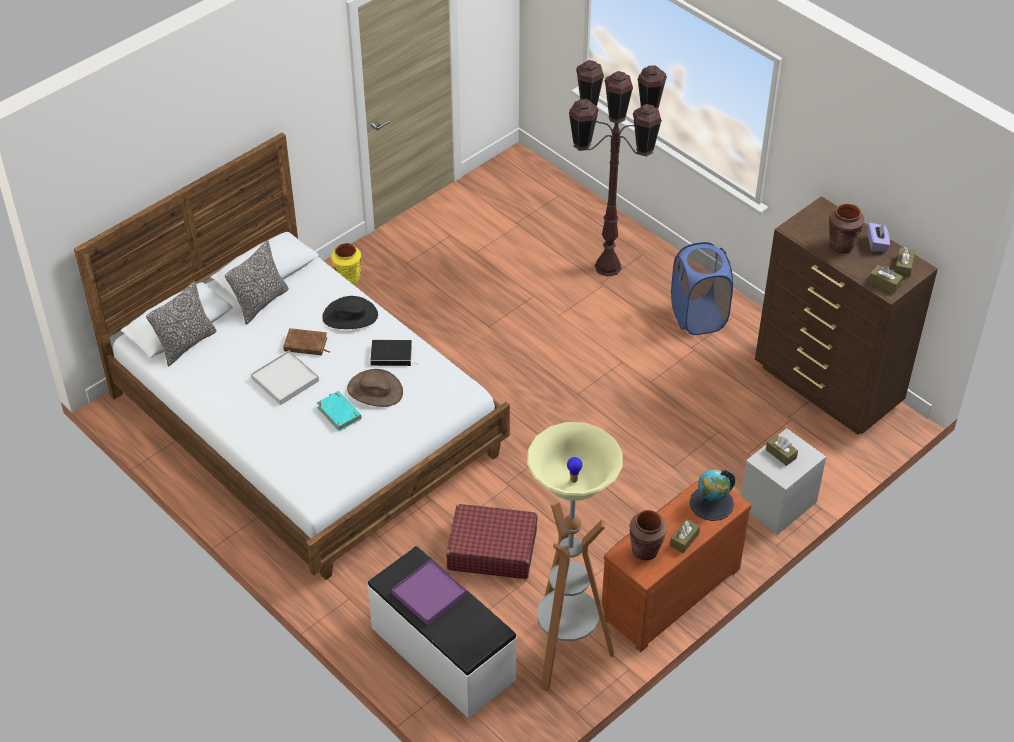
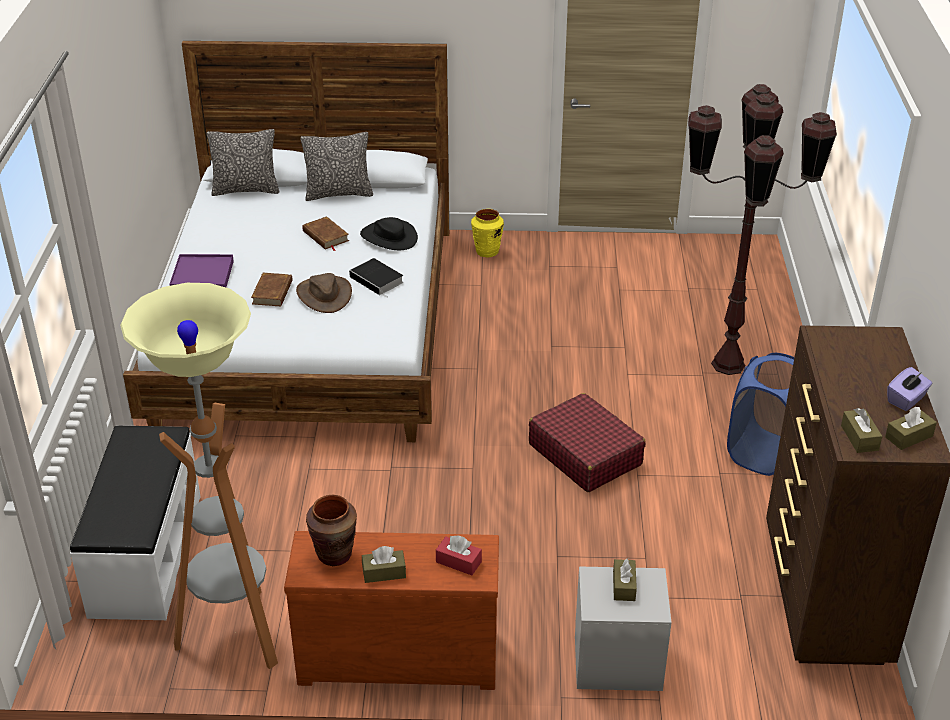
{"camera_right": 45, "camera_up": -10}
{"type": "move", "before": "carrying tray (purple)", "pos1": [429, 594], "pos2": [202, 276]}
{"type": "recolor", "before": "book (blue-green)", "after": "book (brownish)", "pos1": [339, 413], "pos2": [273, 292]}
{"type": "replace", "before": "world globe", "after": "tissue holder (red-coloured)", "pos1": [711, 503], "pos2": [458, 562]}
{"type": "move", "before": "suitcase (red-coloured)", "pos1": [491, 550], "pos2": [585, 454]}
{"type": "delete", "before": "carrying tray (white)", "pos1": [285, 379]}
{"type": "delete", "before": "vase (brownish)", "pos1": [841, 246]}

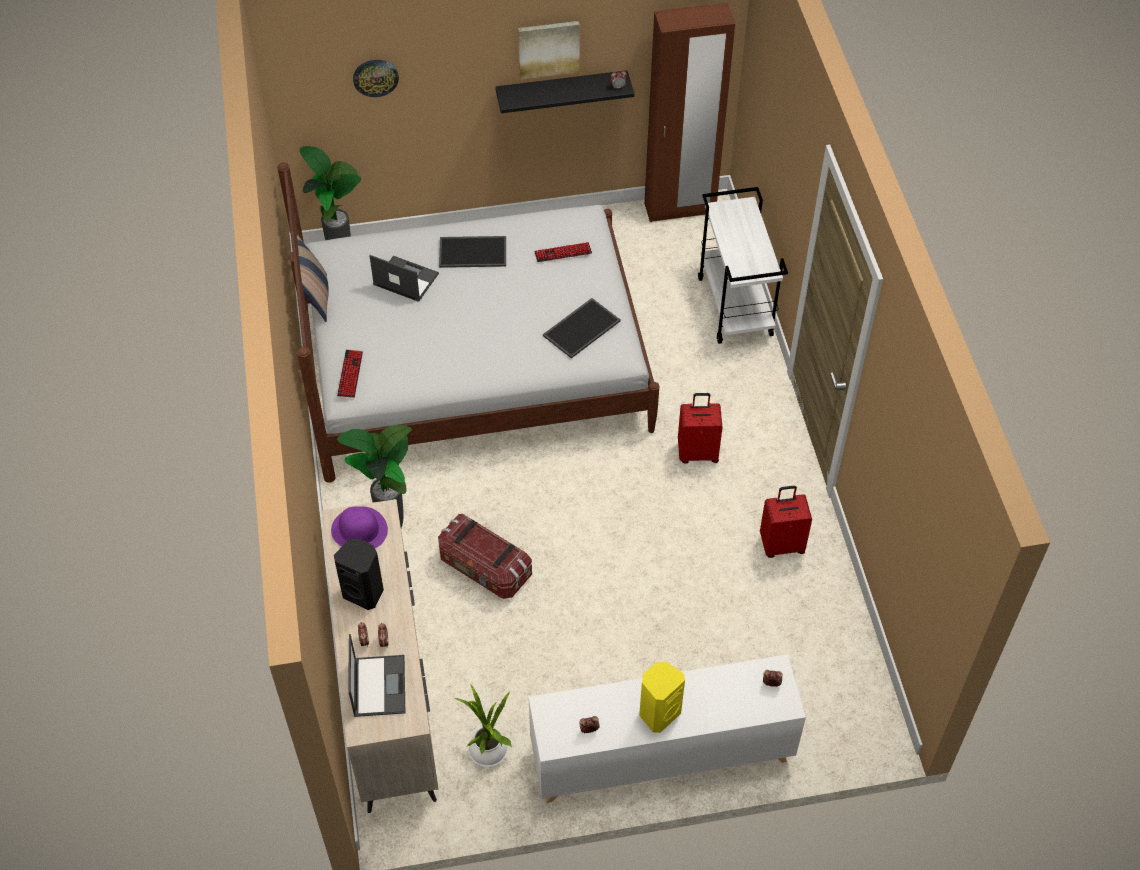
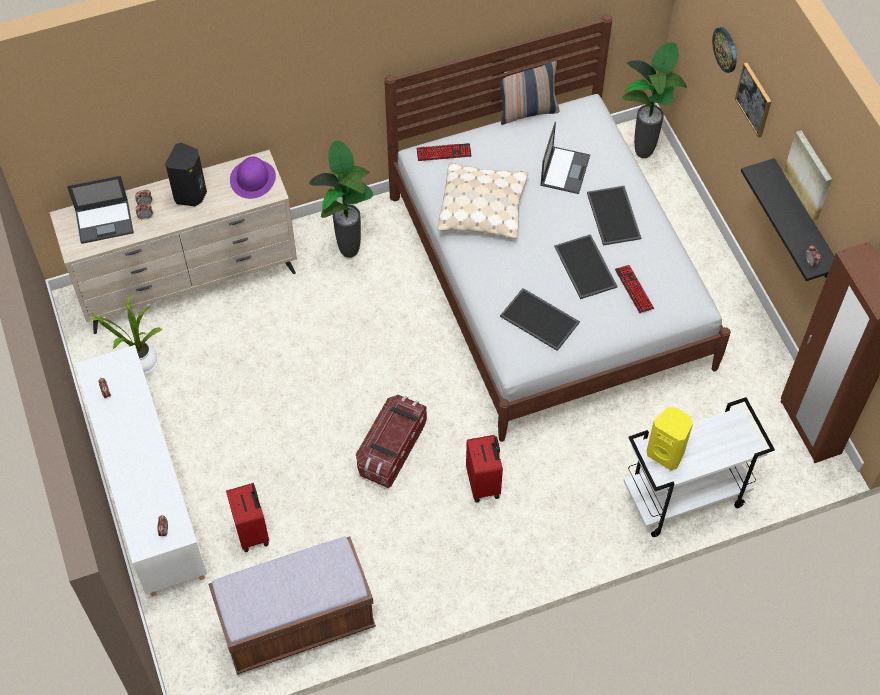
{"camera_right": 80, "camera_up": 5}
{"type": "insert", "after": "bench (brownish)", "pos2": [297, 623]}
{"type": "move", "before": "suitcase (red-coloured)", "pos1": [782, 544], "pos2": [253, 531]}
{"type": "move", "before": "storage container", "pos1": [484, 568], "pos2": [391, 449]}
{"type": "insert", "after": "throw pillow (beige-coloured)", "pos2": [483, 208]}
{"type": "insert", "after": "carrying tray", "pos2": [586, 267]}
{"type": "move", "before": "speaker (yellowish)", "pos1": [658, 713], "pos2": [666, 453]}
{"type": "insert", "after": "wall picture", "pos2": [754, 99]}

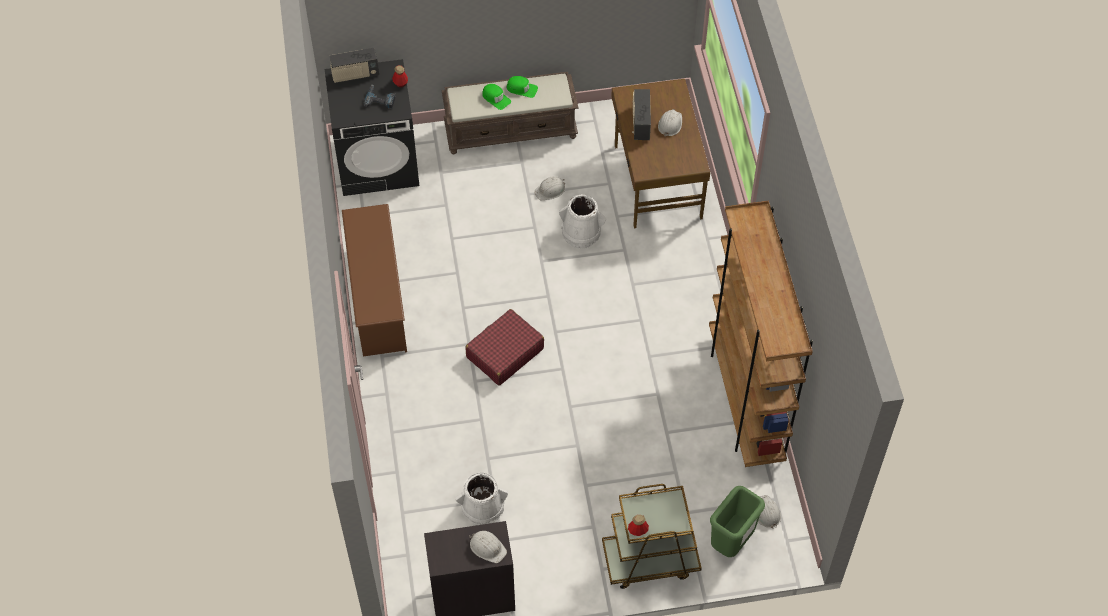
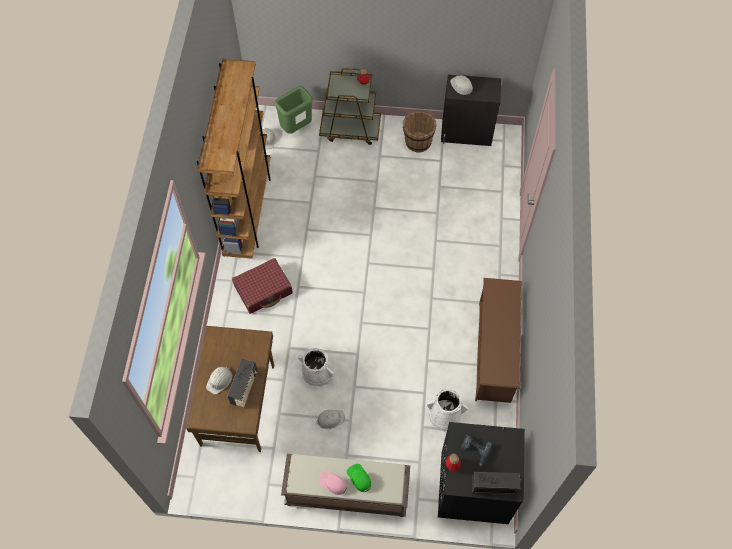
{"camera_right": -165, "camera_up": 5}
{"type": "move", "before": "suitcase (red-coloured)", "pos1": [504, 353], "pos2": [263, 290]}
{"type": "recolor", "before": "baseball cap (green)", "after": "baseball cap (pink-coloured)", "pos1": [522, 89], "pos2": [332, 483]}
{"type": "insert", "after": "bucket (brownish)", "pos2": [418, 142]}
{"type": "move", "before": "bucket (white)", "pos1": [482, 506], "pos2": [445, 415]}

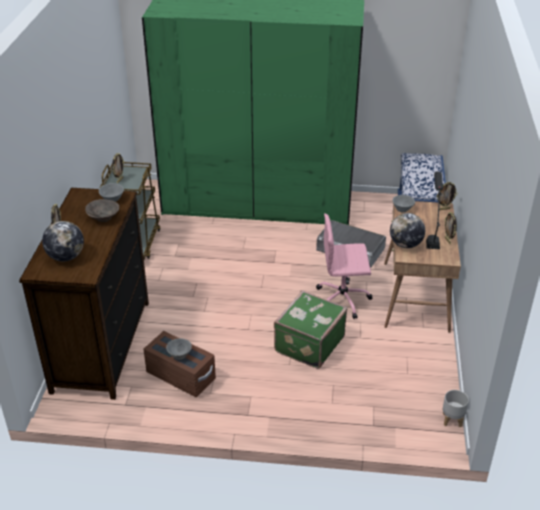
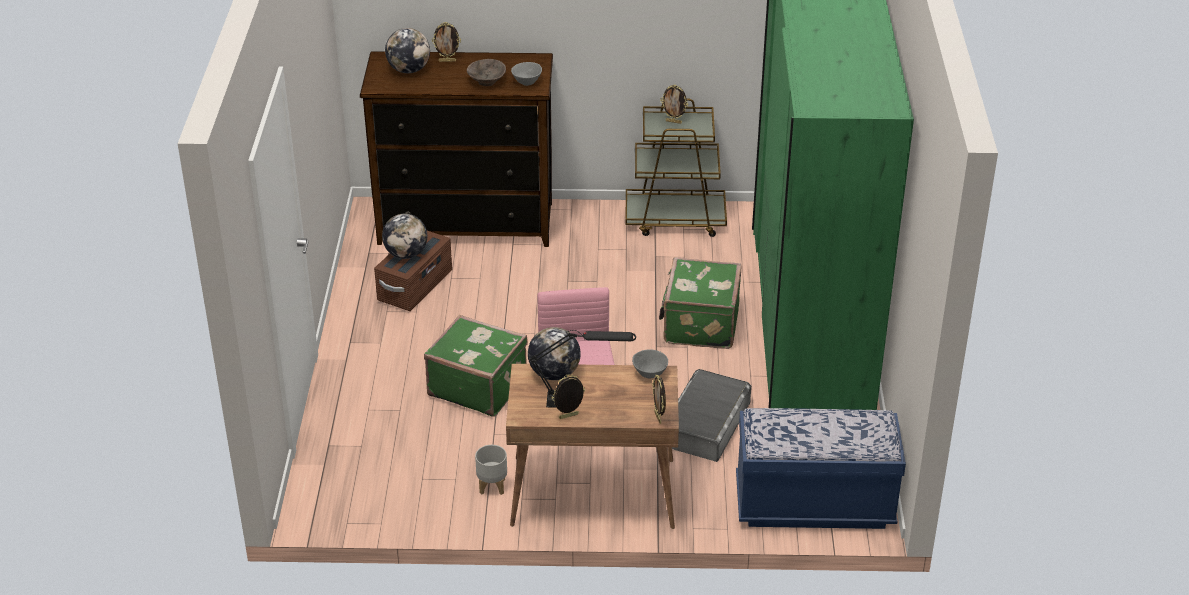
{"camera_right": 85, "camera_up": 0}
{"type": "replace", "before": "deep dish (gray)", "after": "world globe", "pos1": [180, 355], "pos2": [406, 254]}
{"type": "move", "before": "planter (gray)", "pos1": [452, 420], "pos2": [491, 486]}
{"type": "insert", "after": "suitcase (green)", "pos2": [699, 324]}

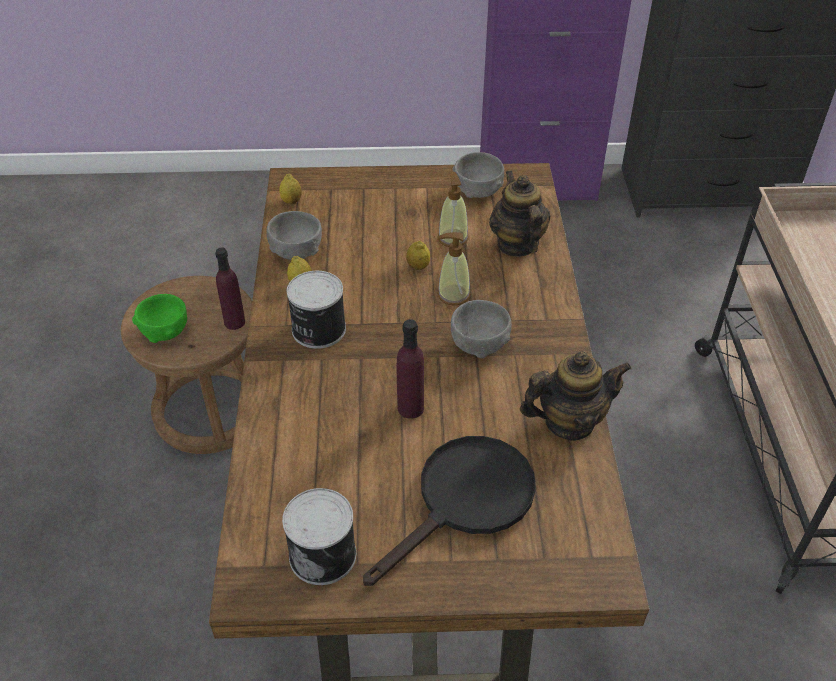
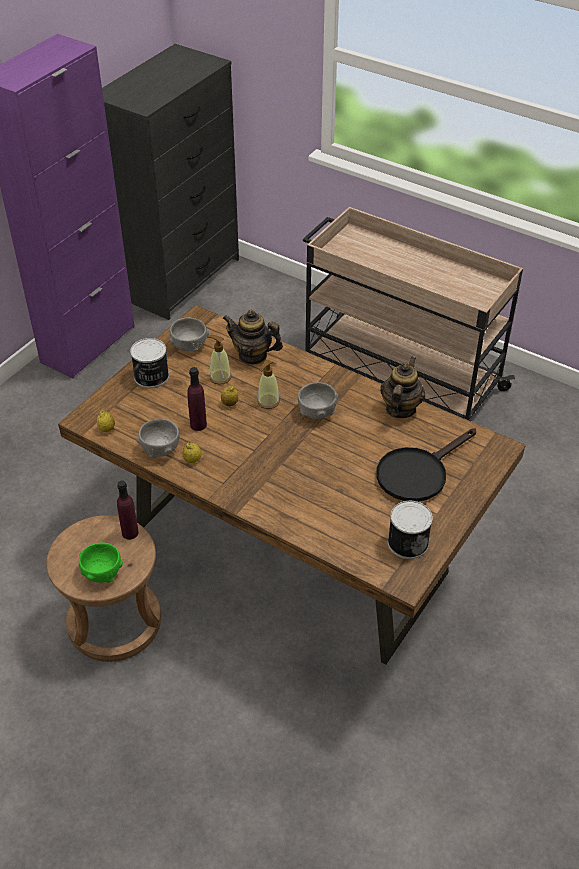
{"camera_right": -55, "camera_up": 0}
{"type": "move", "before": "sealed can", "pos1": [317, 330], "pos2": [151, 377]}
{"type": "move", "before": "drink bottle (purple)", "pos1": [410, 408], "pos2": [198, 425]}
{"type": "rotate", "before": "pan (black)", "pos1": [465, 501], "pos2": [418, 472], "turn": -120}

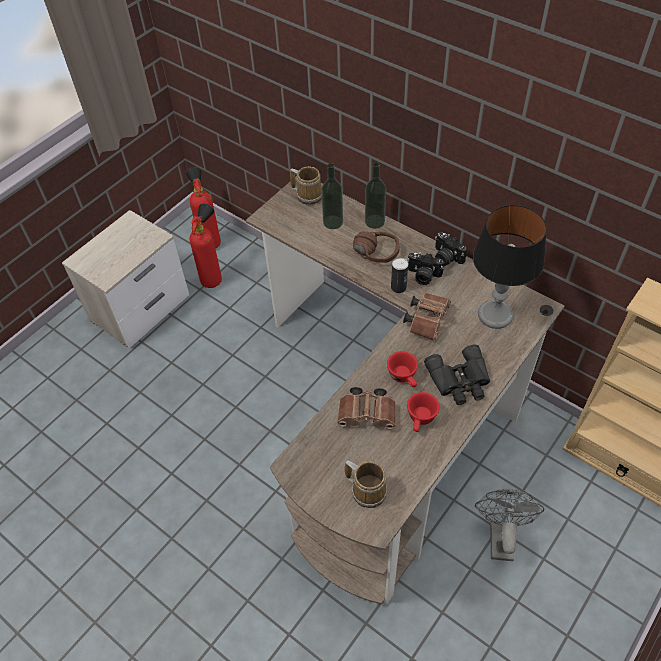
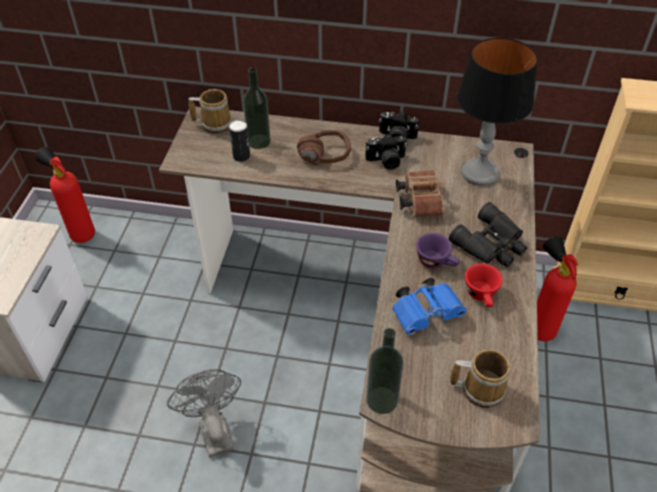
{"camera_right": -30, "camera_up": -5}
{"type": "move", "before": "fan (gray)", "pos1": [500, 535], "pos2": [213, 430]}
{"type": "move", "before": "sealed can", "pos1": [398, 287], "pos2": [241, 156]}
{"type": "move", "before": "drink bottle", "pos1": [374, 221], "pos2": [382, 400]}
{"type": "recolor", "before": "pair of binoculars (brownish)", "after": "pair of binoculars (blue-coloured)", "pos1": [368, 415], "pos2": [427, 313]}
{"type": "recolor", "before": "small cup (red-coloured)", "after": "small cup (purple)", "pos1": [404, 377], "pos2": [436, 262]}
{"type": "move", "before": "fire extinguisher", "pos1": [213, 278], "pos2": [538, 327]}

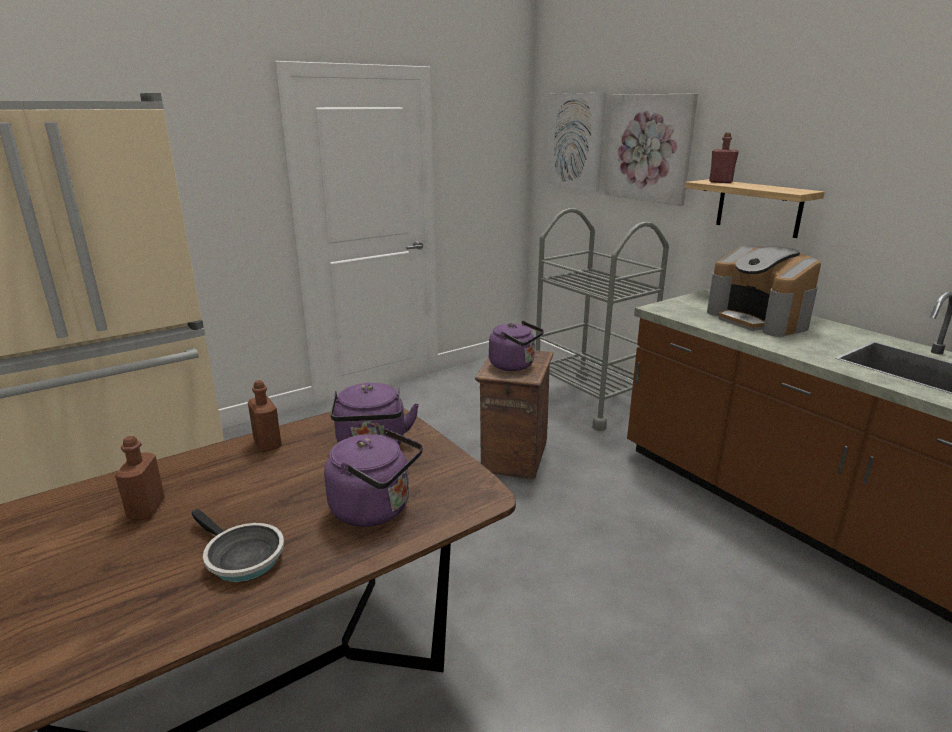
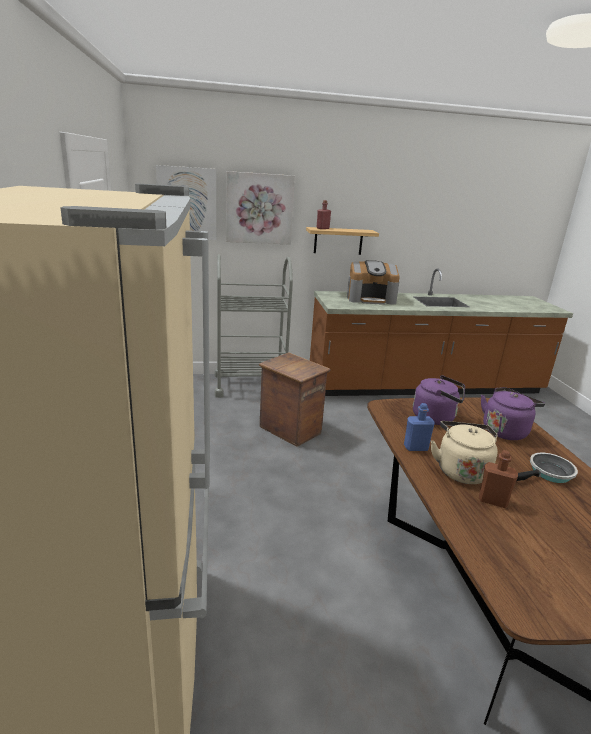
{"camera_right": -65, "camera_up": 0}
{"type": "recolor", "before": "drink bottle (brownish)", "after": "drink bottle (blue-coloured)", "pos1": [267, 444], "pos2": [415, 447]}
{"type": "insert", "after": "water kettle (beige-coloured)", "pos2": [461, 470]}
{"type": "delete", "before": "water kettle (purple)", "pos1": [514, 365]}

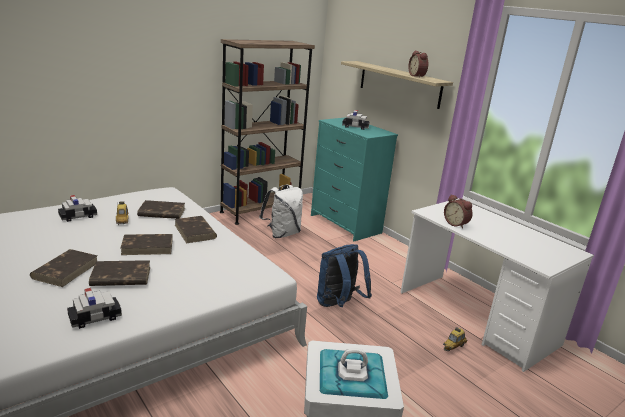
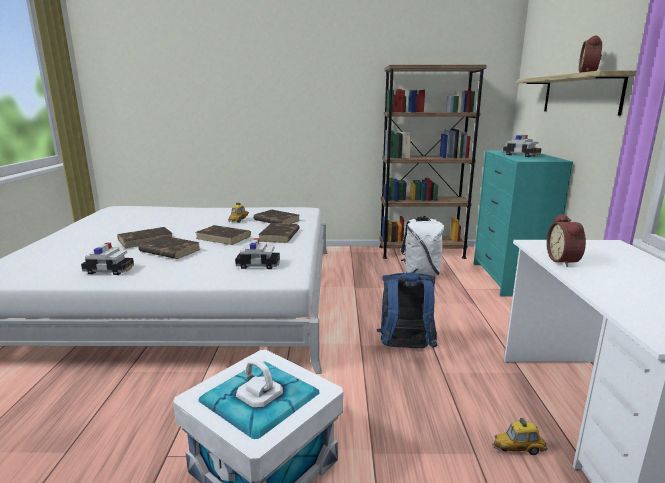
{"camera_right": 40, "camera_up": -5}
{"type": "move", "before": "model car", "pos1": [78, 216], "pos2": [258, 265]}

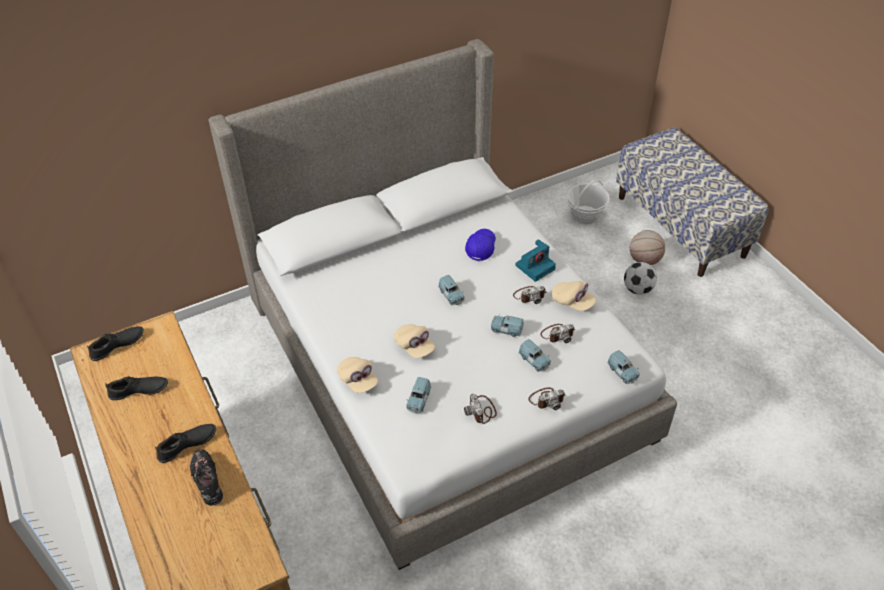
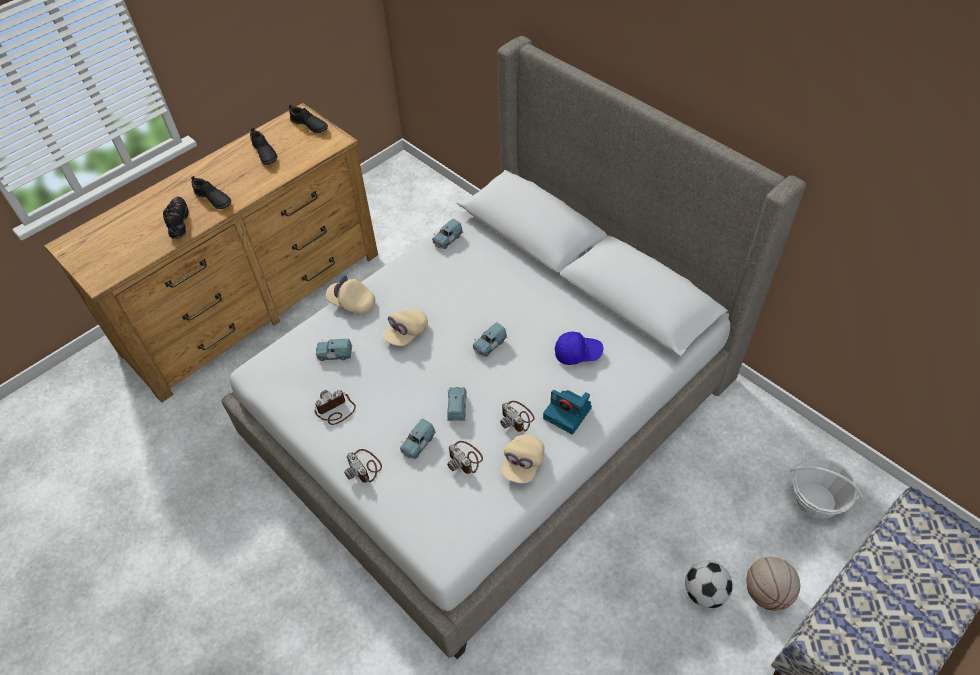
{"camera_right": 75, "camera_up": 5}
{"type": "rotate", "before": "item of footwear (black)", "pos1": [207, 481], "pos2": [178, 222], "turn": -60}
{"type": "rotate", "before": "baseball cap (beige-coloured)", "pos1": [358, 380], "pos2": [352, 303], "turn": 75}
{"type": "move", "before": "model car (blue-coloured)", "pos1": [622, 372], "pos2": [447, 239]}

